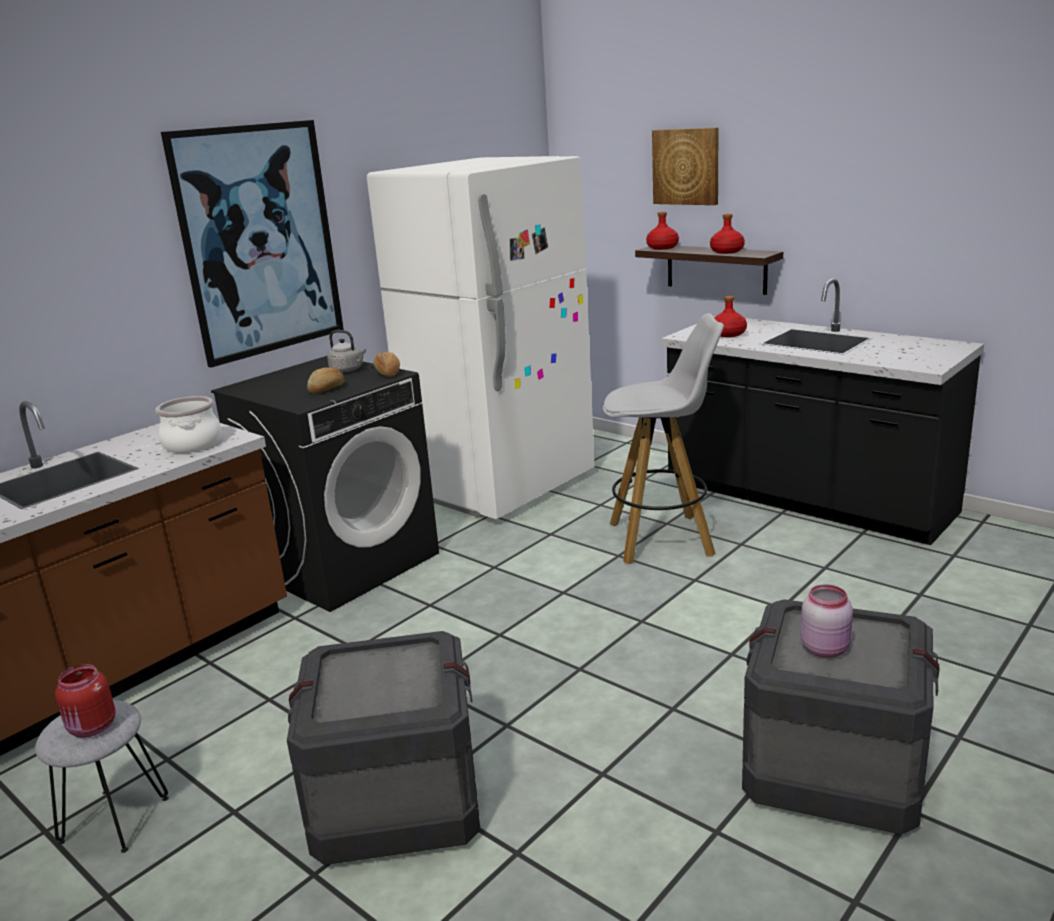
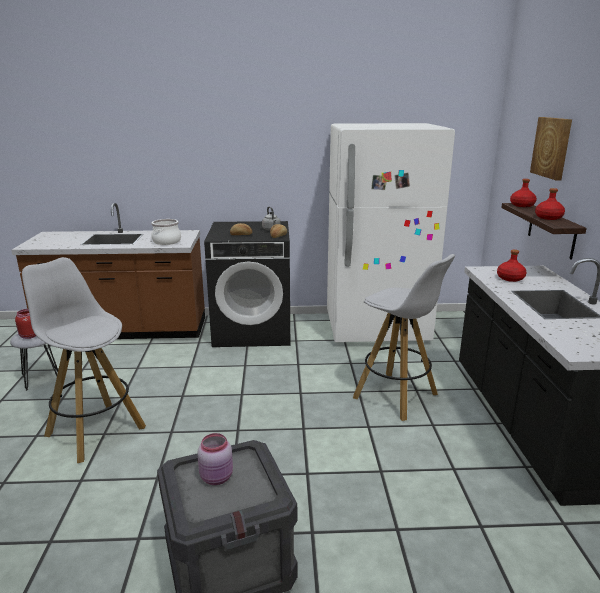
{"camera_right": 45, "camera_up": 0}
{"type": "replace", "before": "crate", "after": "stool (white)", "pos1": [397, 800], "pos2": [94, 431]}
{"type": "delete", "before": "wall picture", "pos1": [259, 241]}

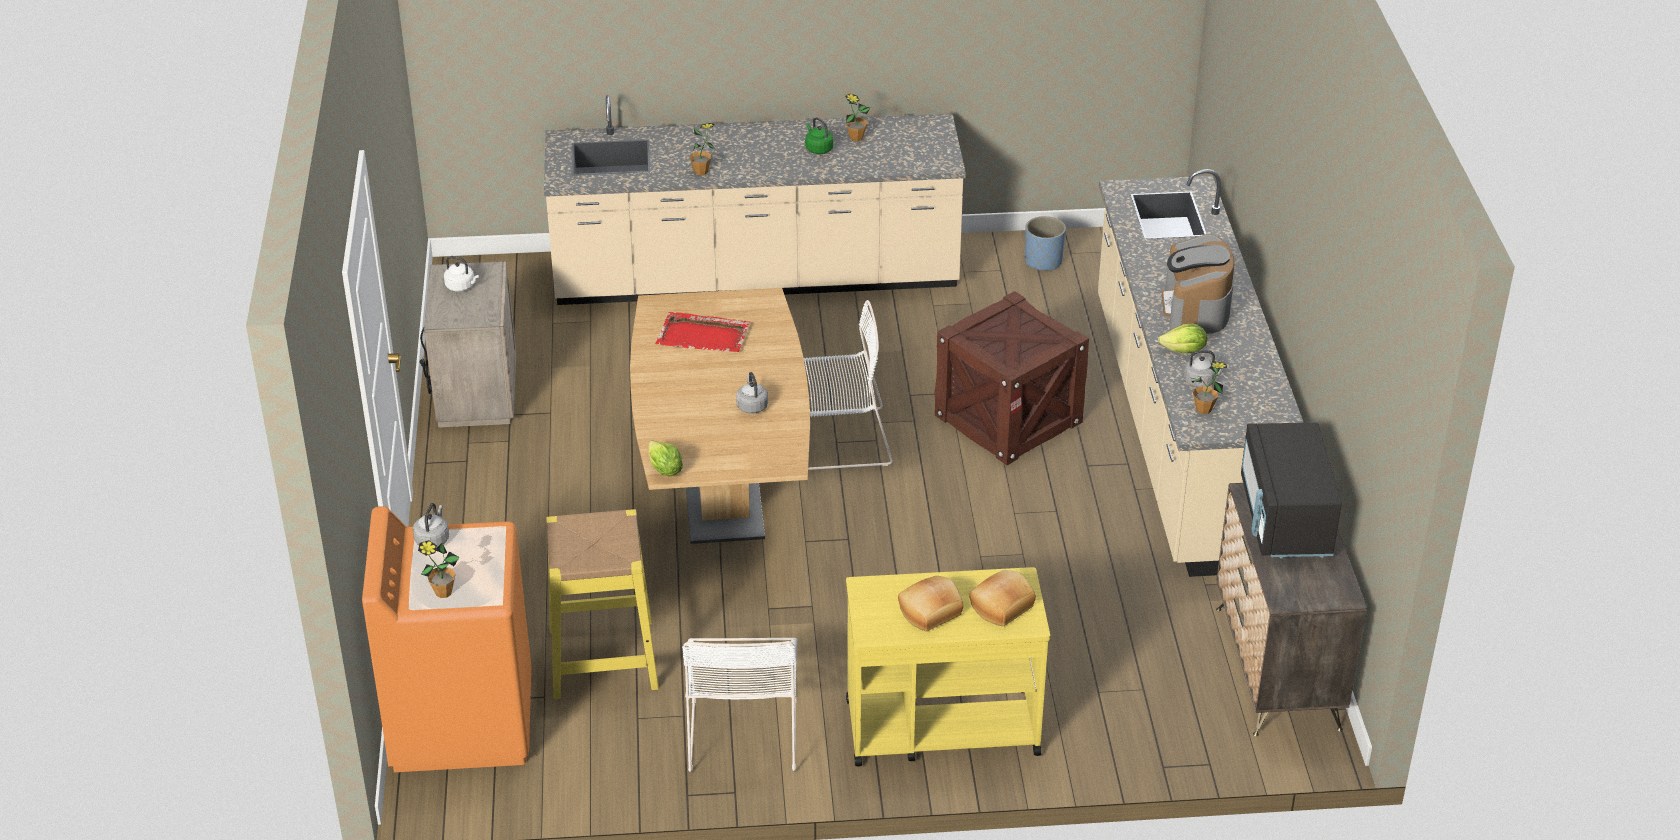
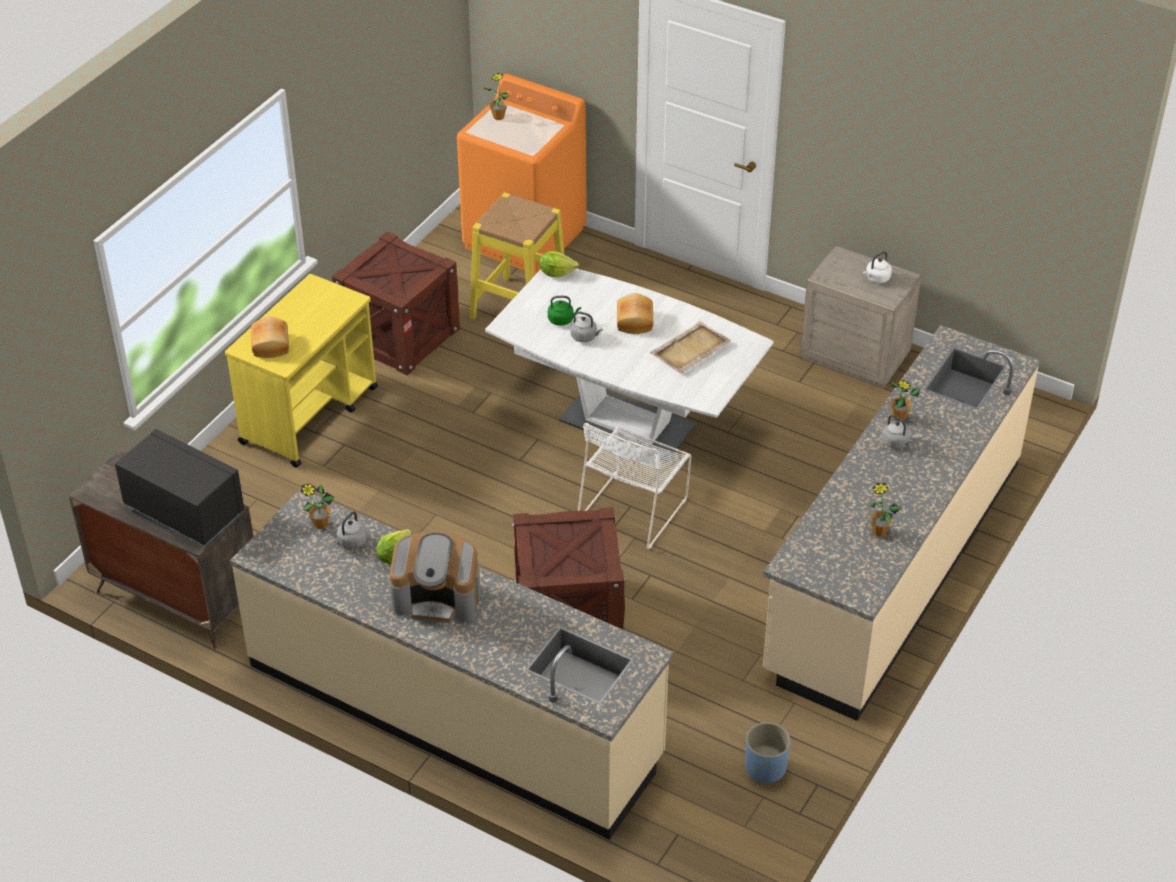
{"camera_right": 125, "camera_up": 5}
{"type": "replace", "before": "plain chair (white)", "after": "crate", "pos1": [743, 729], "pos2": [399, 336]}
{"type": "rotate", "before": "coffee maker", "pos1": [1196, 308], "pos2": [437, 597], "turn": 150}
{"type": "recolor", "before": "kitchen table (brownish)", "after": "kitchen table (white)", "pos1": [723, 493], "pos2": [627, 424]}
{"type": "move", "before": "water kettle (green)", "pos1": [818, 148], "pos2": [562, 320]}
{"type": "move", "before": "bread", "pos1": [931, 613], "pos2": [633, 321]}
{"type": "recolor", "before": "carrying tray (red-coloured)", "after": "carrying tray (beige-coloured)", "pos1": [704, 336], "pos2": [689, 350]}
{"type": "move", "before": "water kettle (gray)", "pos1": [433, 539], "pos2": [896, 443]}

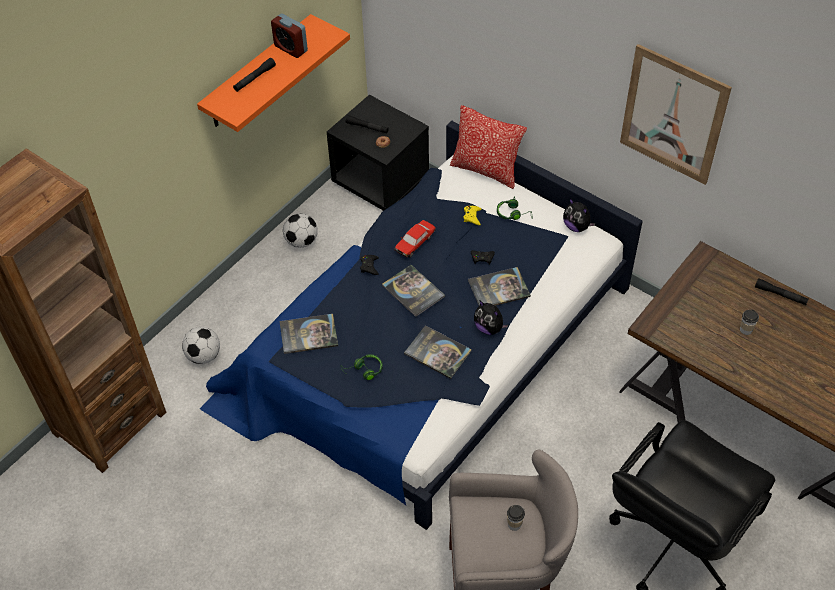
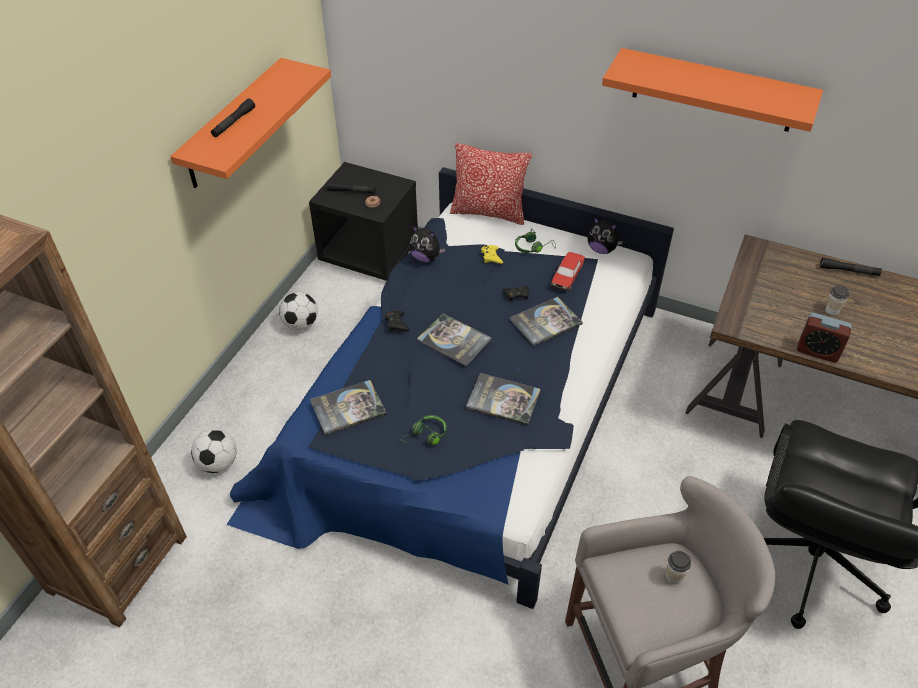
{"camera_right": -15, "camera_up": -5}
{"type": "move", "before": "plush toy", "pos1": [489, 328], "pos2": [426, 258]}
{"type": "move", "before": "model car", "pos1": [415, 243], "pos2": [567, 276]}
{"type": "replace", "before": "wall picture", "after": "bracket shelf (orange)", "pos1": [673, 115], "pos2": [713, 90]}
{"type": "move", "before": "bedside clock", "pos1": [291, 48], "pos2": [817, 351]}

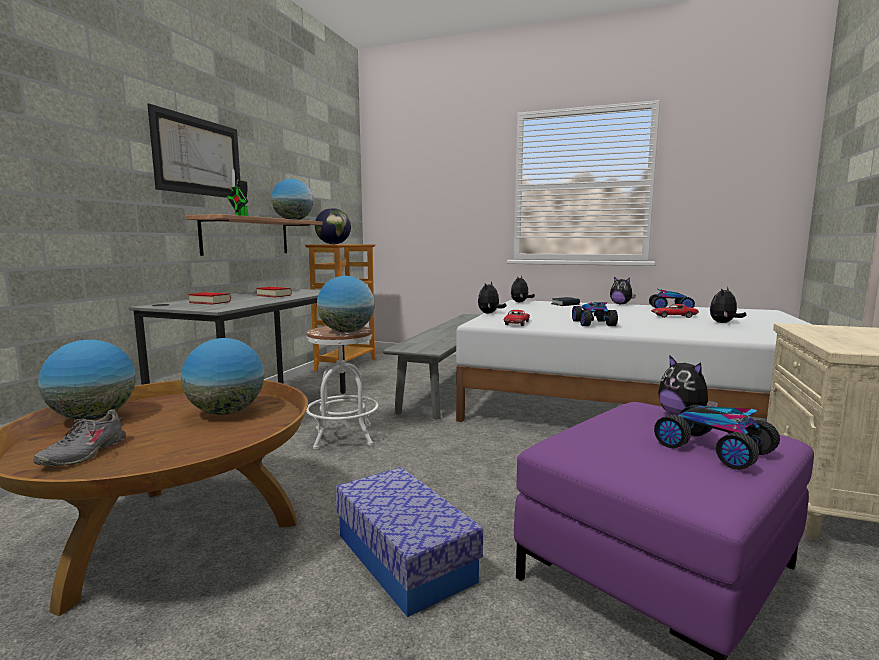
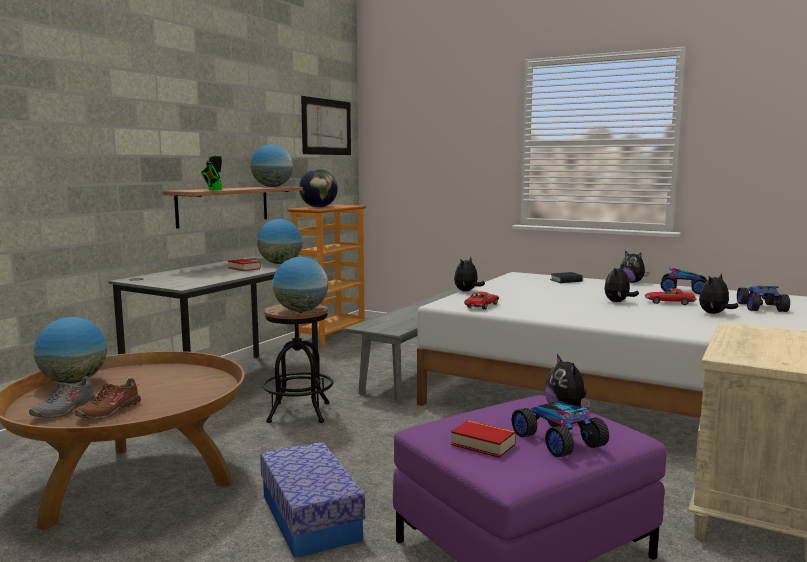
{"camera_right": 10, "camera_up": 0}
{"type": "insert", "after": "item of footwear (brownish)", "pos2": [109, 411]}
{"type": "move", "before": "world globe", "pos1": [226, 412], "pos2": [280, 263]}
{"type": "recolor", "before": "stool (white)", "after": "stool (black)", "pos1": [343, 436], "pos2": [299, 412]}
{"type": "move", "before": "wall picture", "pos1": [199, 156], "pos2": [326, 127]}
{"type": "move", "before": "book", "pos1": [210, 302], "pos2": [483, 444]}
{"type": "move", "before": "plush toy", "pos1": [520, 302], "pos2": [618, 302]}
{"type": "move", "before": "model car", "pos1": [594, 323], "pos2": [762, 307]}

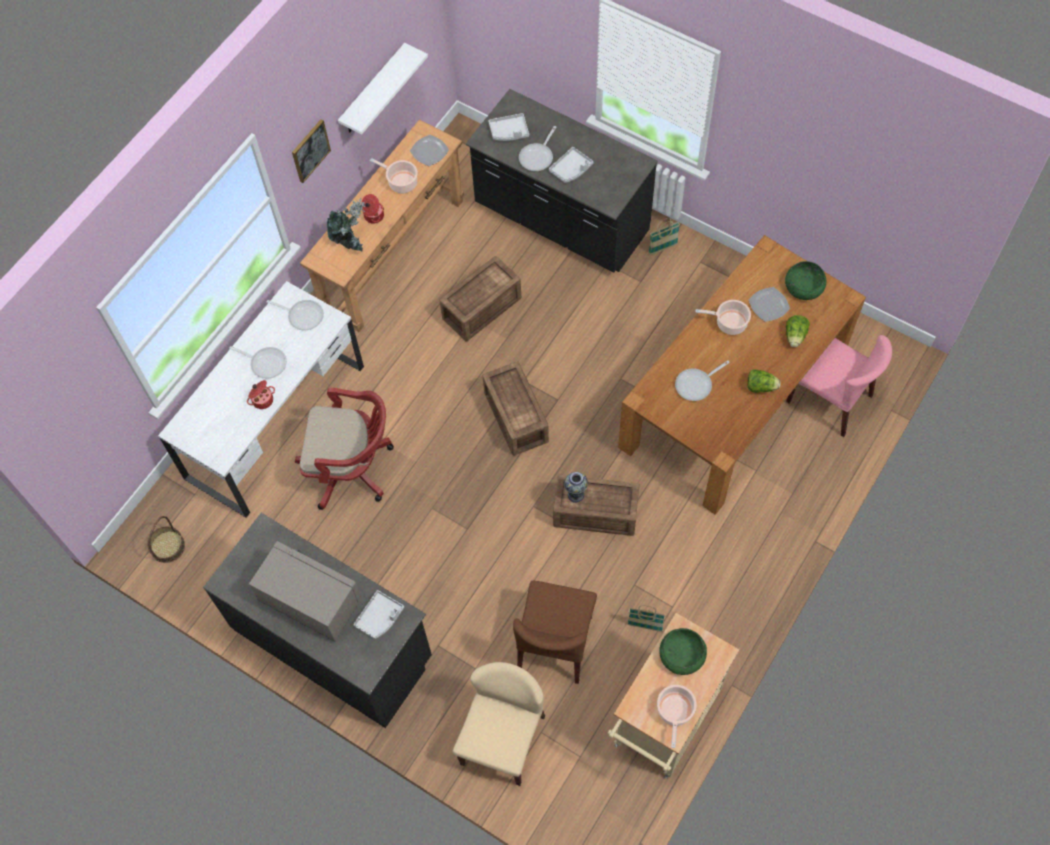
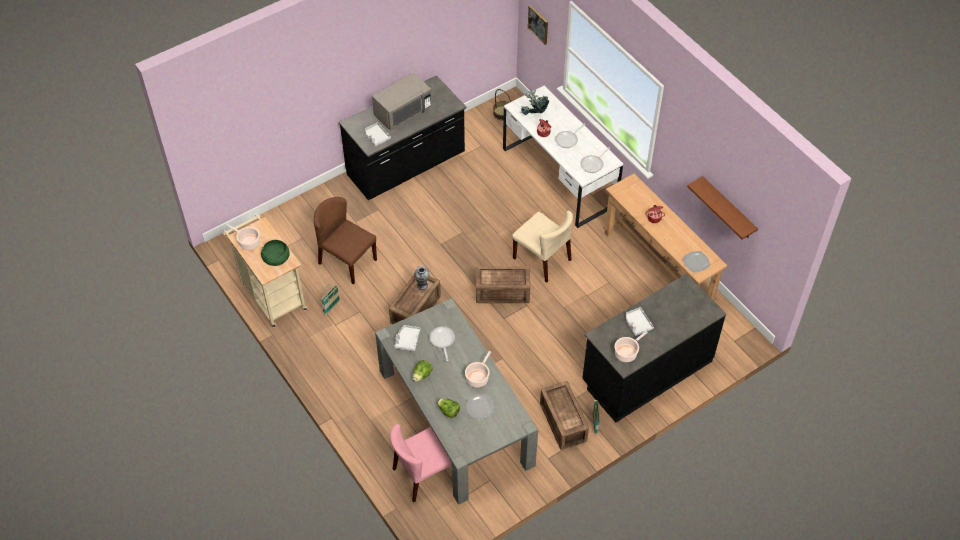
{"camera_right": 110, "camera_up": -10}
{"type": "recolor", "before": "kitchen table (brownish)", "after": "kitchen table (gray)", "pos1": [734, 397], "pos2": [455, 417]}
{"type": "move", "before": "carrying tray (gray)", "pos1": [509, 132], "pos2": [407, 340]}
{"type": "move", "before": "plain chair (beige-coloured)", "pos1": [502, 739], "pos2": [542, 259]}
{"type": "move", "before": "potted plant", "pos1": [350, 242], "pos2": [534, 115]}
{"type": "move", "before": "wall picture", "pos1": [310, 150], "pos2": [538, 24]}
{"type": "move", "before": "crate", "pos1": [480, 308], "pos2": [563, 421]}
{"type": "move", "before": "stockpot", "pos1": [401, 182], "pos2": [627, 353]}
{"type": "recolor", "before": "bracket shelf (white)", "after": "bracket shelf (brownish)", "pos1": [373, 91], "pos2": [728, 209]}
{"type": "delete", "before": "desk chair (red-coloured)", "pos1": [352, 468]}
{"type": "delete", "before": "pan", "pos1": [538, 157]}
{"type": "delete", "before": "deep dish (green)", "pos1": [804, 286]}

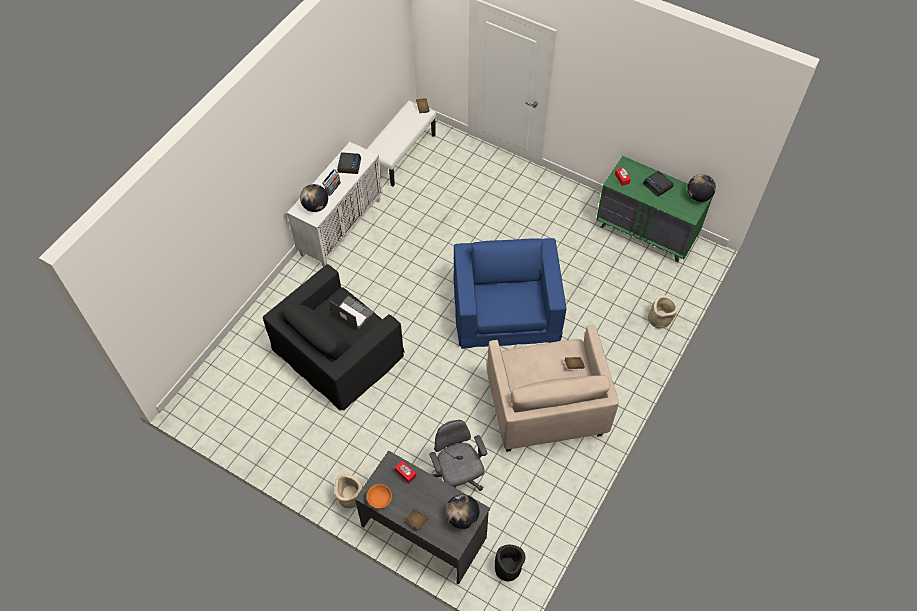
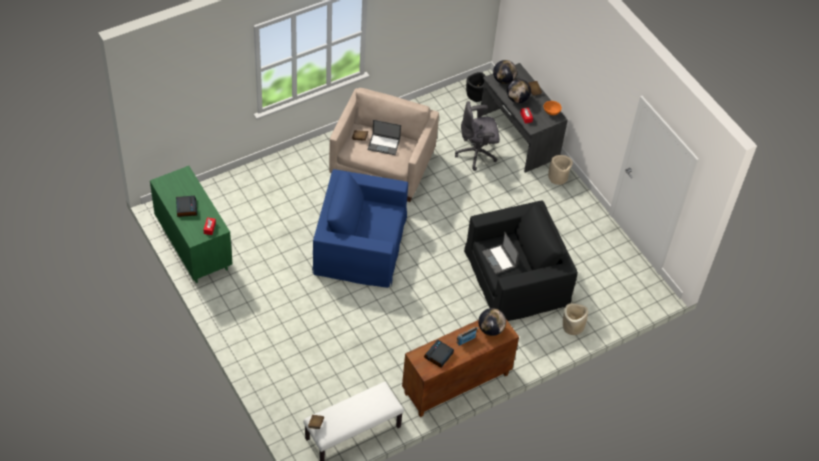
{"camera_right": -155, "camera_up": -5}
{"type": "rotate", "before": "easy chair (blue-coloured)", "pos1": [506, 308], "pos2": [360, 244], "turn": 75}
{"type": "insert", "after": "notebook computer", "pos2": [384, 144]}
{"type": "recolor", "before": "cabinet (white)", "after": "cabinet (brownish)", "pos1": [341, 226], "pos2": [456, 385]}
{"type": "rotate", "before": "desk chair (gray)", "pos1": [457, 478], "pos2": [476, 154], "turn": 75}
{"type": "move", "before": "world globe", "pos1": [698, 196], "pos2": [517, 99]}
{"type": "move", "before": "planter (beige-coloured)", "pos1": [659, 319], "pos2": [572, 326]}

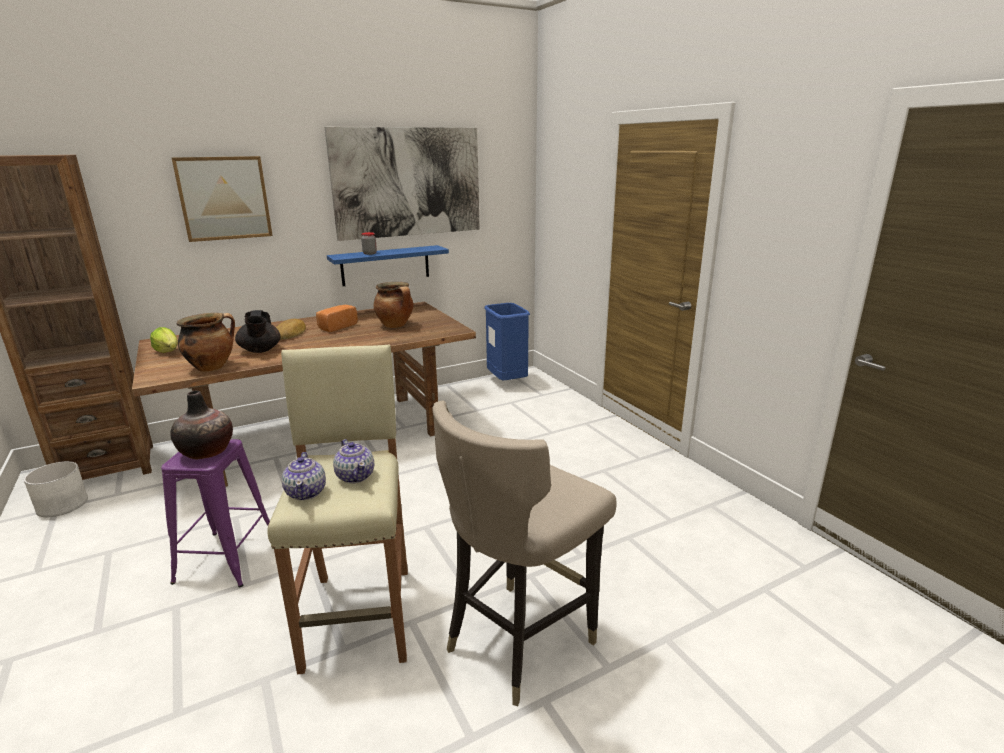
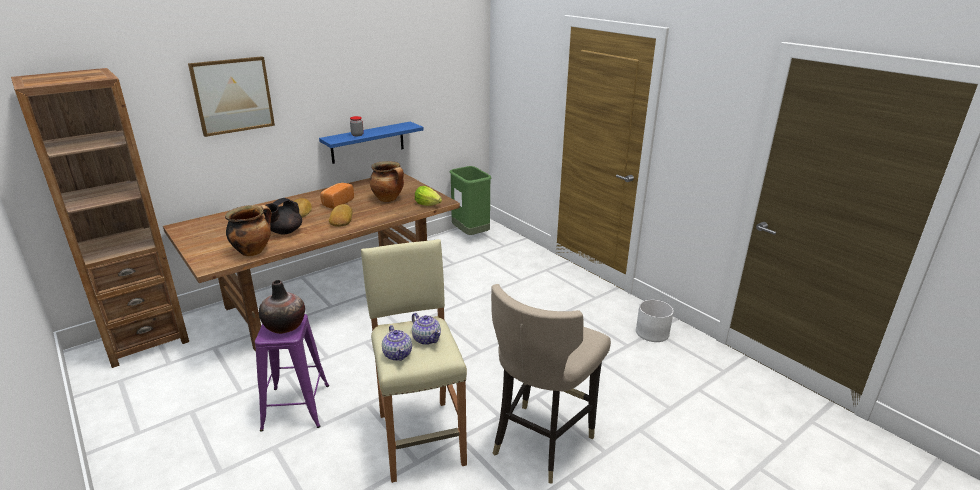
{"camera_right": -10, "camera_up": 5}
{"type": "rotate", "before": "teapot (black)", "pos1": [260, 350], "pos2": [284, 232], "turn": 60}
{"type": "insert", "after": "bread", "pos2": [340, 219]}
{"type": "move", "before": "lettuce", "pos1": [168, 352], "pos2": [427, 204]}
{"type": "recolor", "before": "trash can (blue-coloured)", "after": "trash can (green)", "pos1": [507, 382], "pos2": [470, 235]}
{"type": "move", "before": "planter (white)", "pos1": [62, 505], "pos2": [652, 332]}
{"type": "delete", "before": "wall picture", "pos1": [408, 182]}

